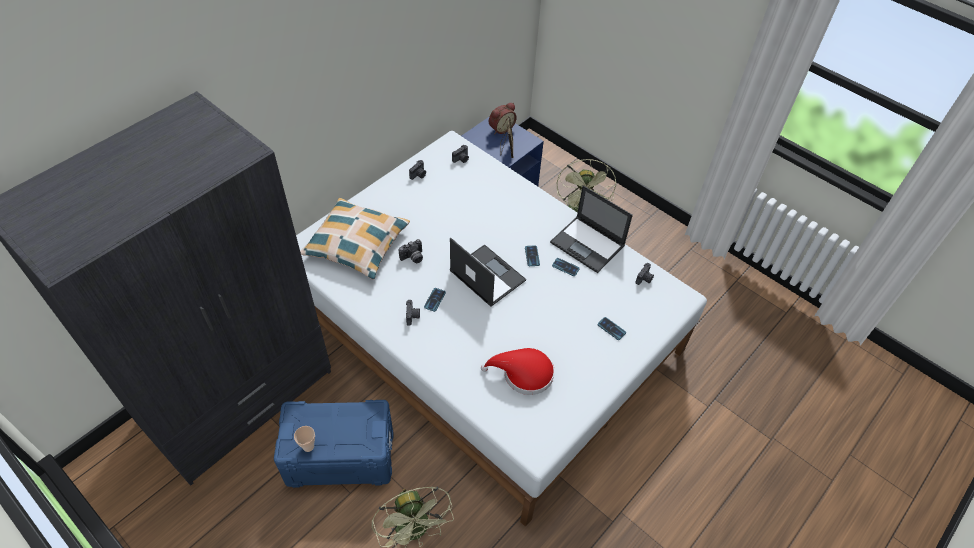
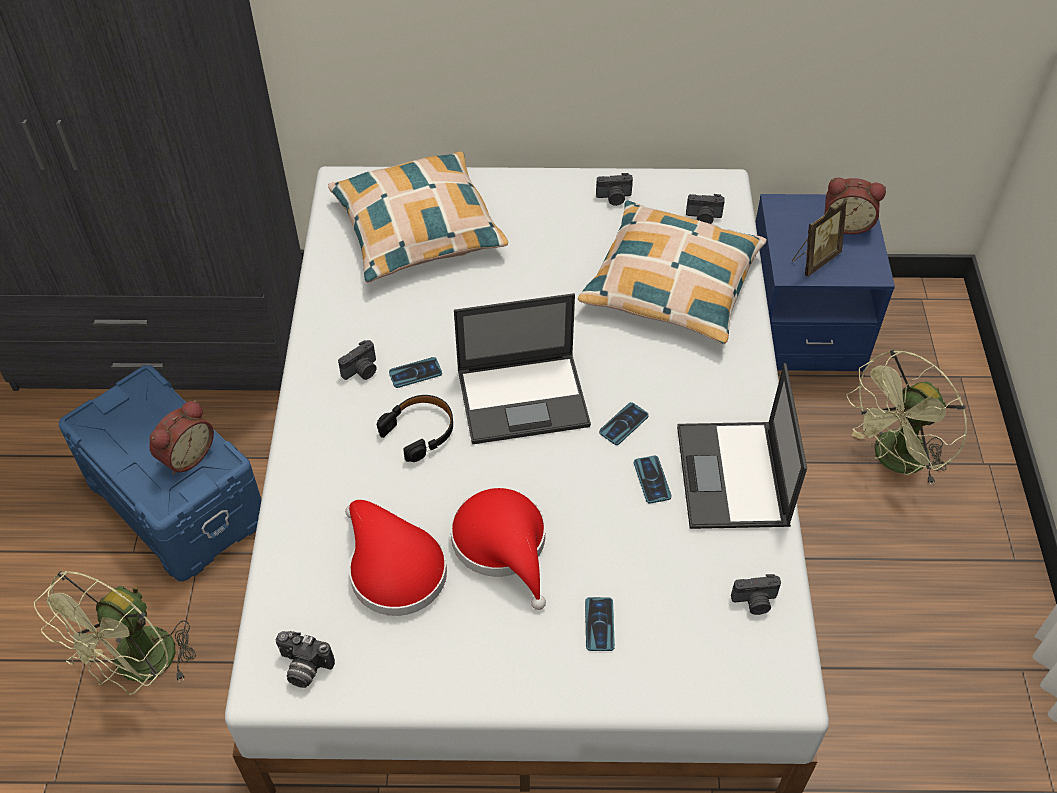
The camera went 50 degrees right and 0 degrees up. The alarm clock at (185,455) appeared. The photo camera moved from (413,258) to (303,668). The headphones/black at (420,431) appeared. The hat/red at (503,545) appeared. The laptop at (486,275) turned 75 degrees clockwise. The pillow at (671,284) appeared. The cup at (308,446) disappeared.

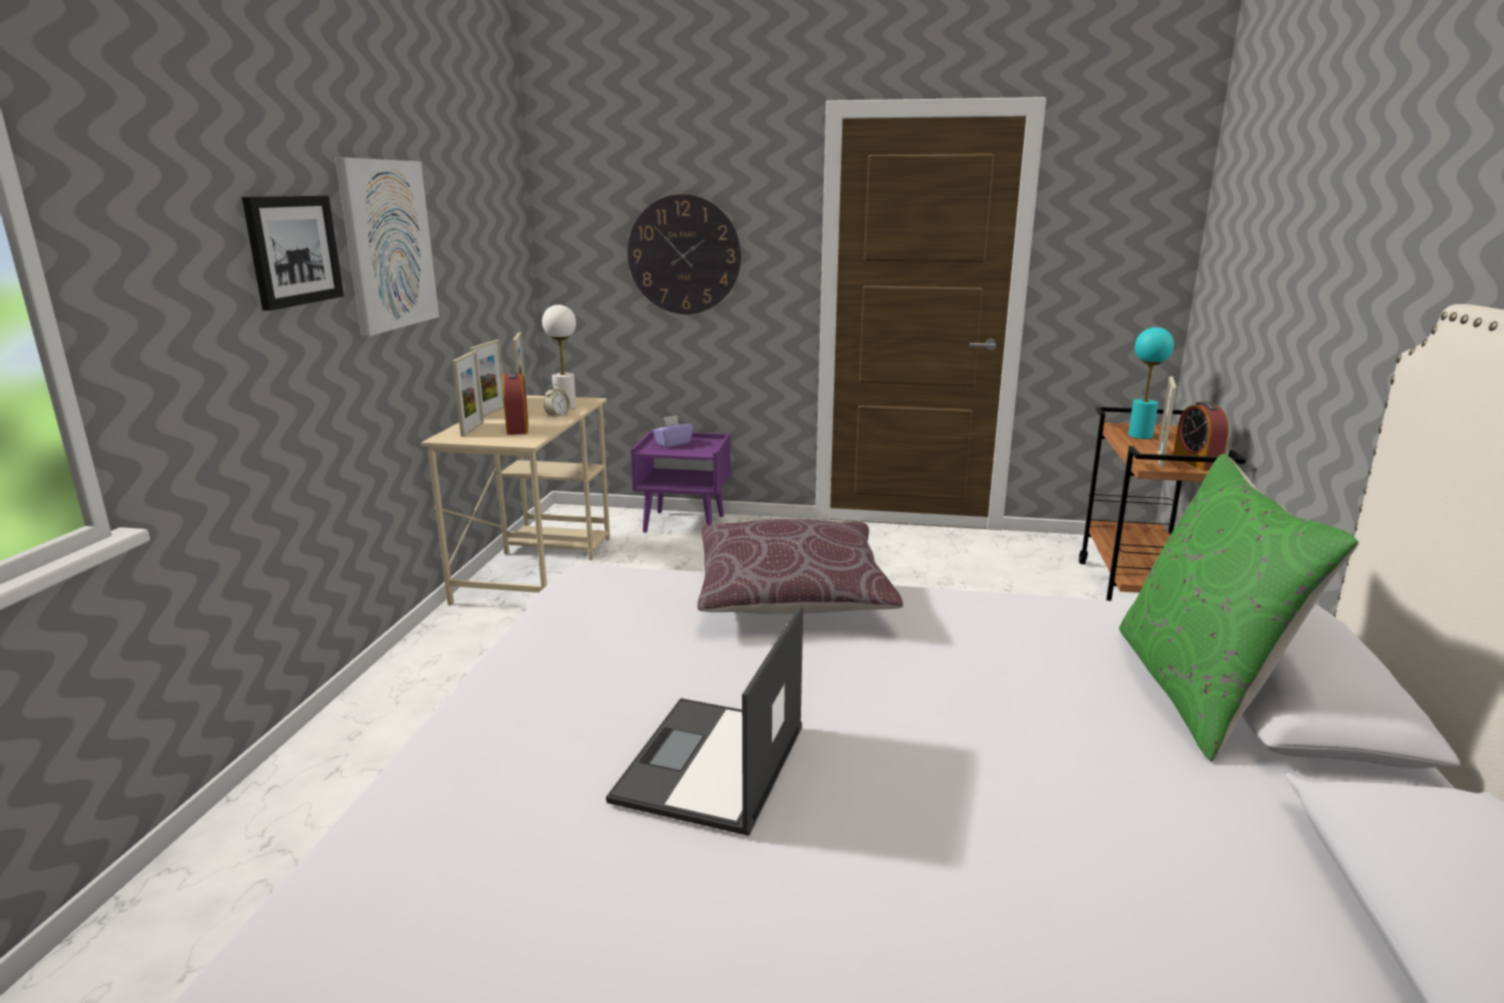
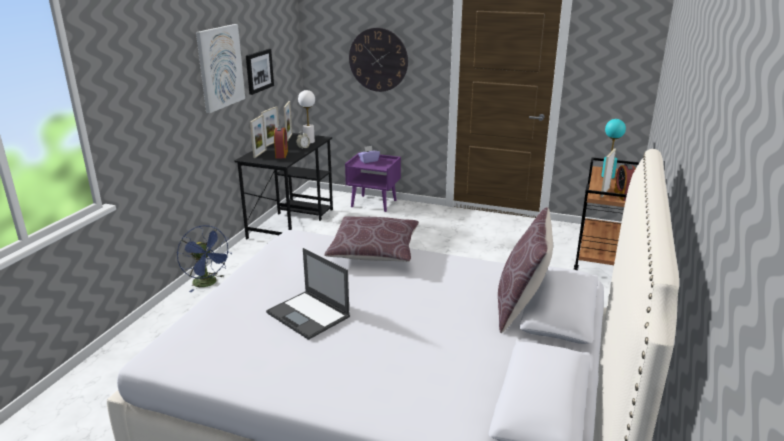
The camera went 10 degrees right and 5 degrees up. The fan/blue at (208,283) appeared. The desk/beige at (536,568) became the desk/black at (292,223). The picture moved from (292,250) to (259,71). The laptop at (710,765) turned 75 degrees counterclockwise. The pillow/green at (1198,690) became the pillow/brown at (520,306).

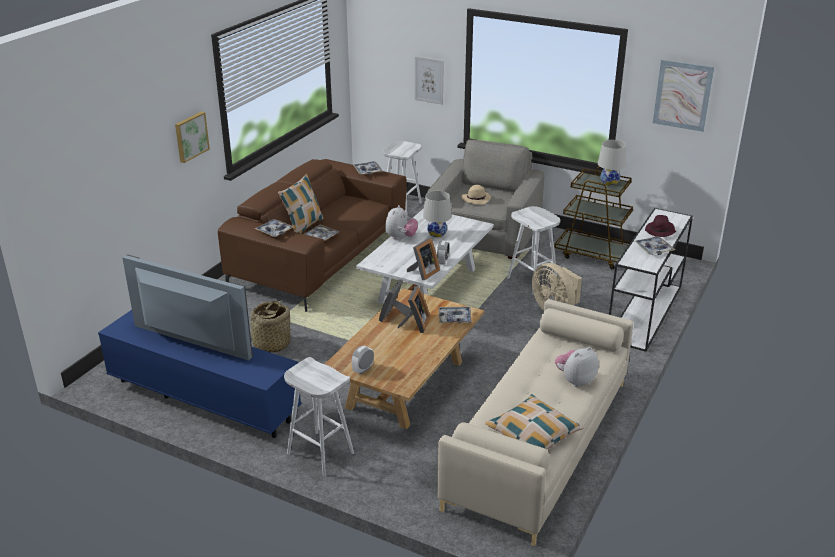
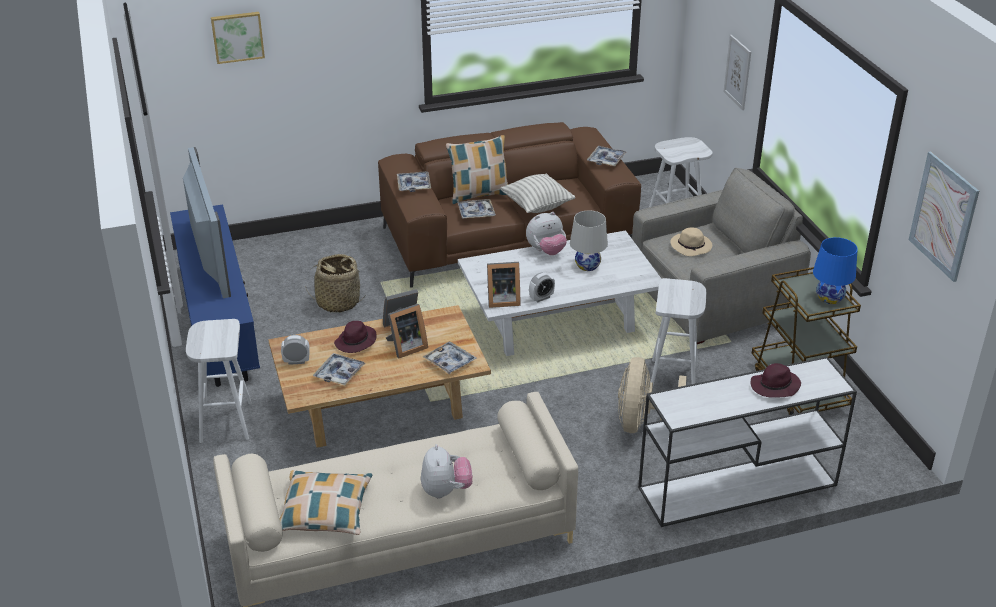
The camera went 45 degrees right and 5 degrees up. The picture moved from (190,136) to (237,36). The tray moved from (654,249) to (339,373). The hat/purple at (355,342) appeared. The plush toy at (575,380) turned 75 degrees clockwise. The pillow at (537,206) appeared. The table lamp/white at (609,182) became the table lamp/blue at (829,298).

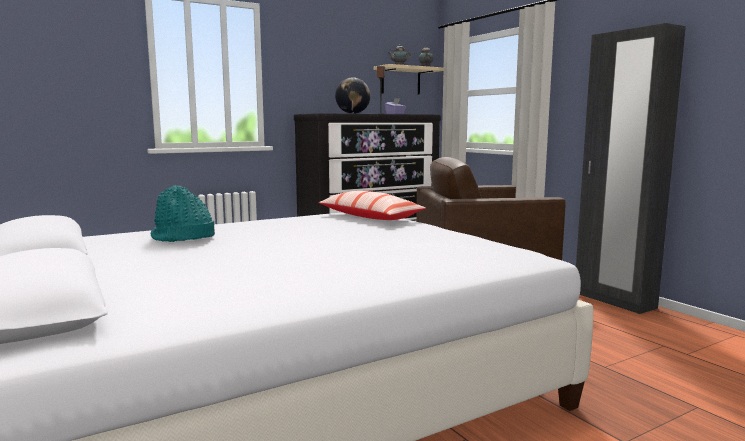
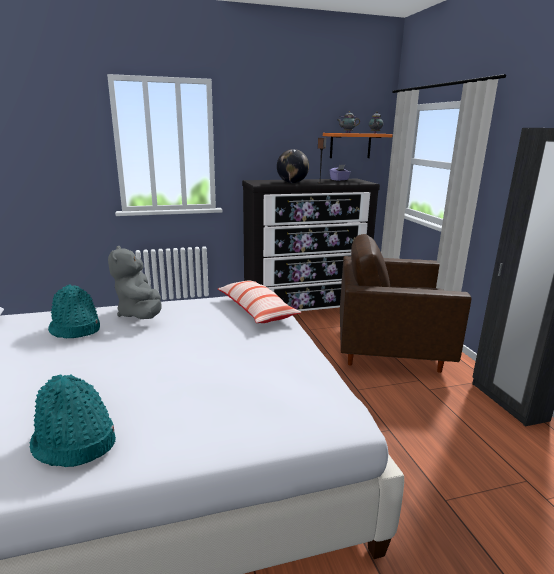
The camera went 15 degrees right and 10 degrees up. The hat/turquoise at (74,443) appeared. The plush toy/grey at (141,314) appeared. The shelf/beige at (400,81) became the shelf/orange at (350,145).

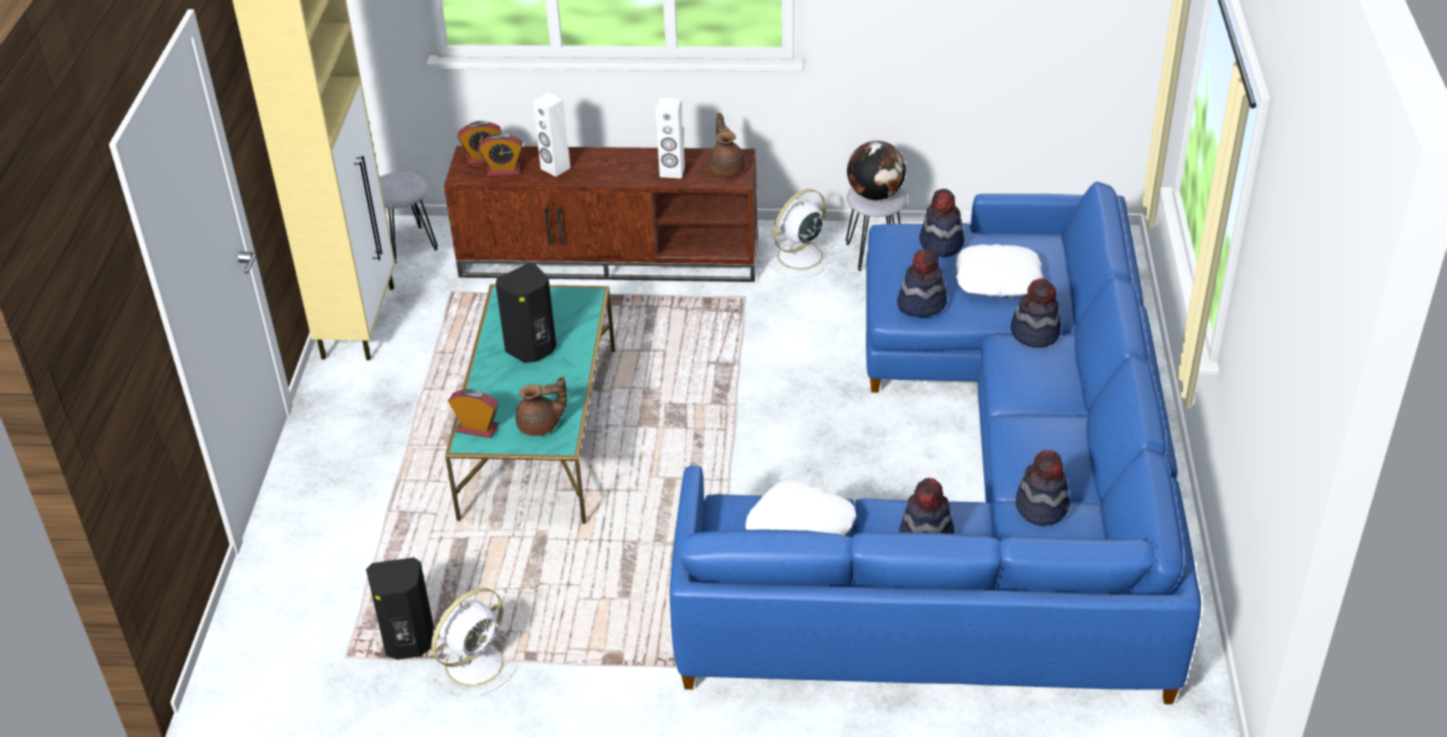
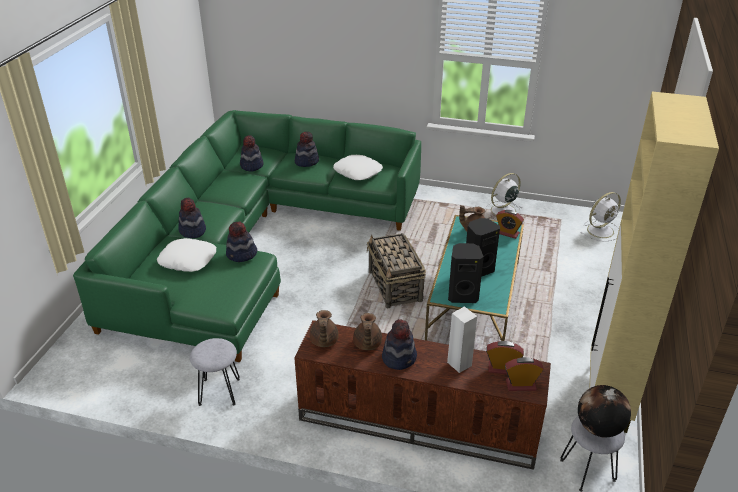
The camera went 170 degrees left and 5 degrees down. The sofa/blue at (980,491) became the sofa/green at (253,240). The speaker/white at (672,172) was replaced by the teapot/brown at (367,344). The basket at (395,287) appeared. The hat moved from (941,243) to (399,358). The speaker/black moved from (407,642) to (462,295). The globe moved from (875,195) to (599,428). The fan/white moved from (798,257) to (601,230).

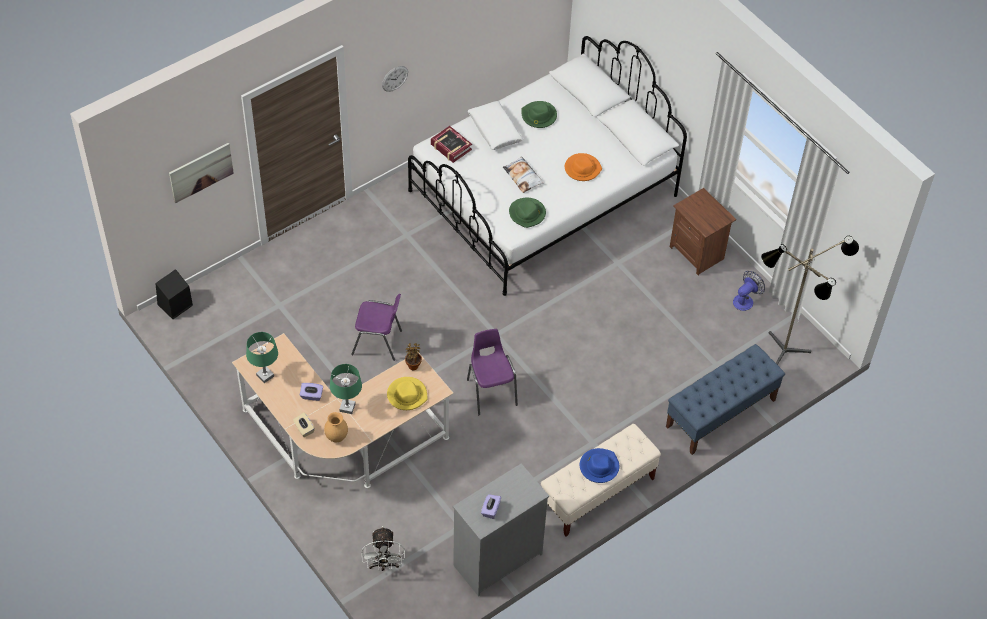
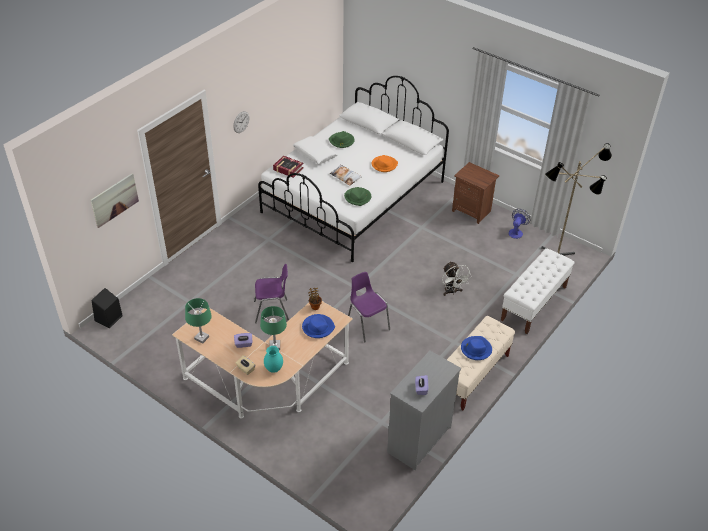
The camera went 15 degrees left and 10 degrees down. The vase/brown at (337,437) became the vase/turquoise at (274,369). The hat/yellow at (407,395) became the hat/blue at (318,327). The fan/white moved from (384,565) to (452,292). The bench/blue at (720,413) became the bench/white at (534,303).

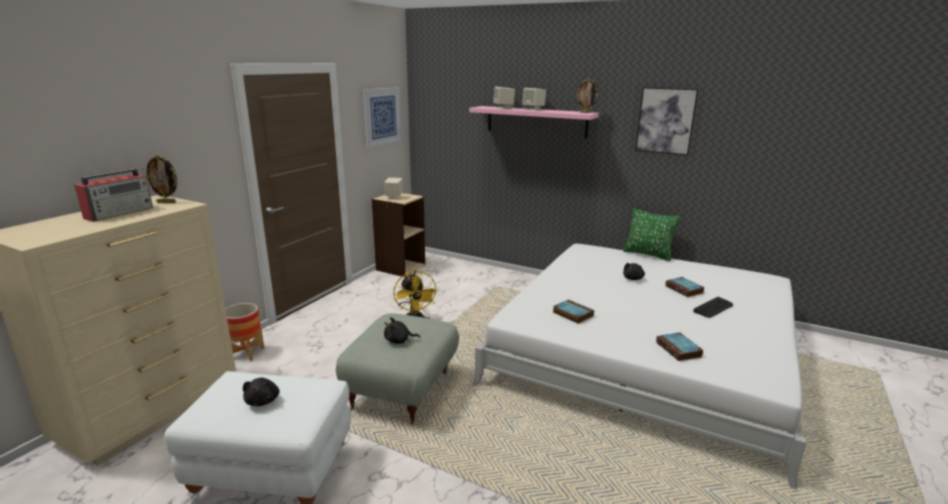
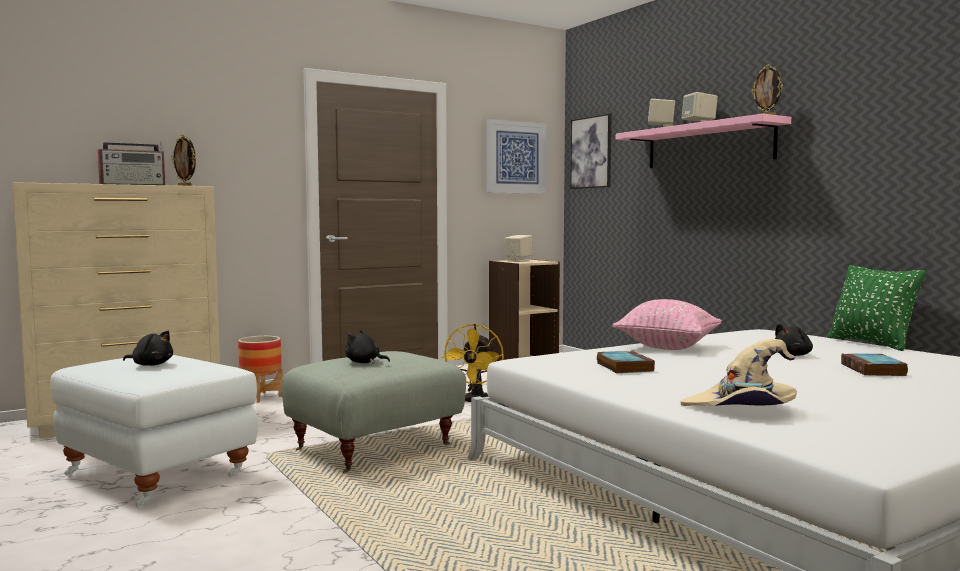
The camera went 30 degrees right and 15 degrees down. The plush toy/black at (263,400) turned 105 degrees counterclockwise. The picture moved from (665,121) to (591,152). The pillow/pink at (667,347) appeared. The book at (679,350) was replaced by the hat/beige at (742,409). The keyboard at (713,308) disappeared.

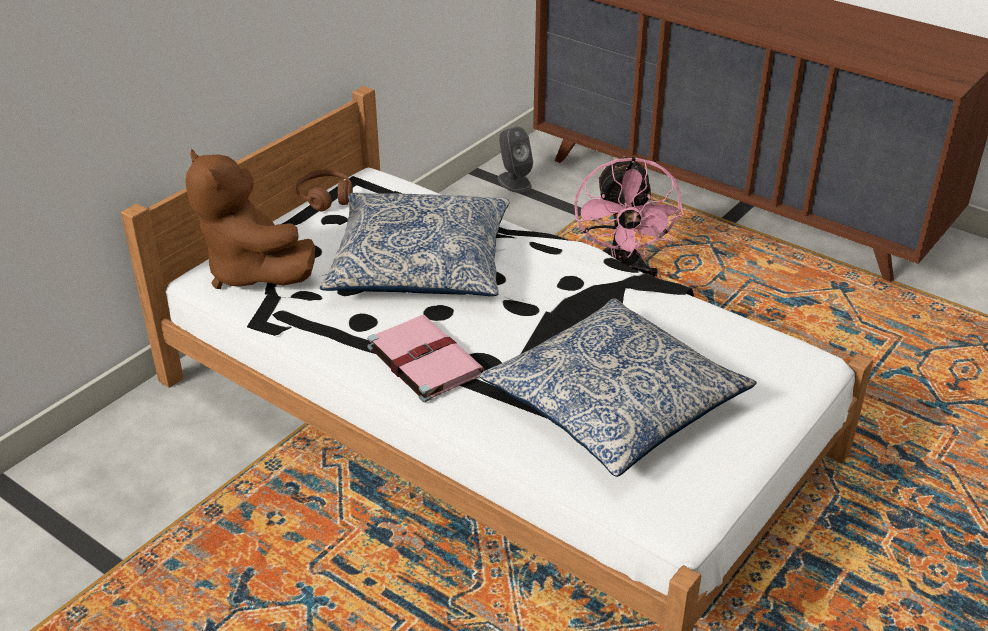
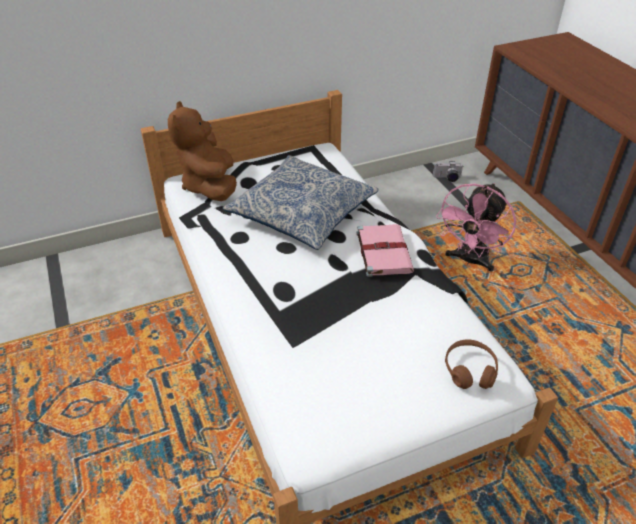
The camera went 30 degrees right and 5 degrees up. The book/pink moved from (423,359) to (383,251). The speaker/grey at (514,182) was replaced by the photo camera at (447,178). The headphones/brown moved from (325,198) to (469,370). The pillow at (614,403) disappeared.

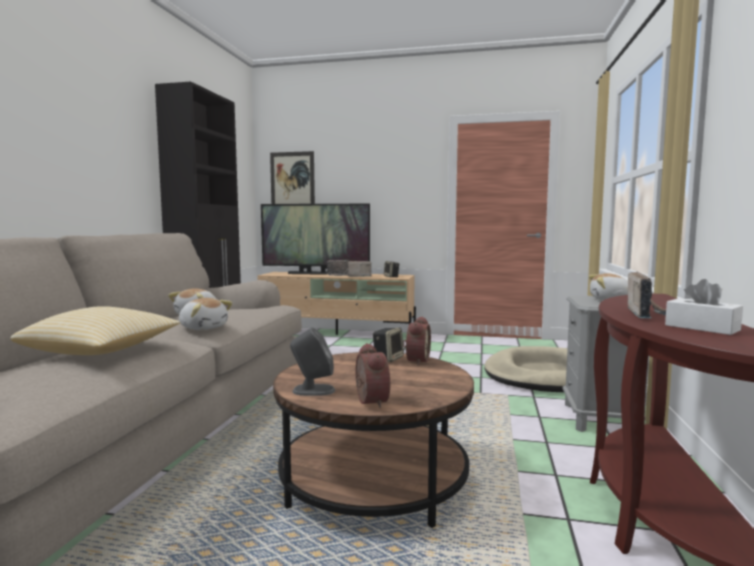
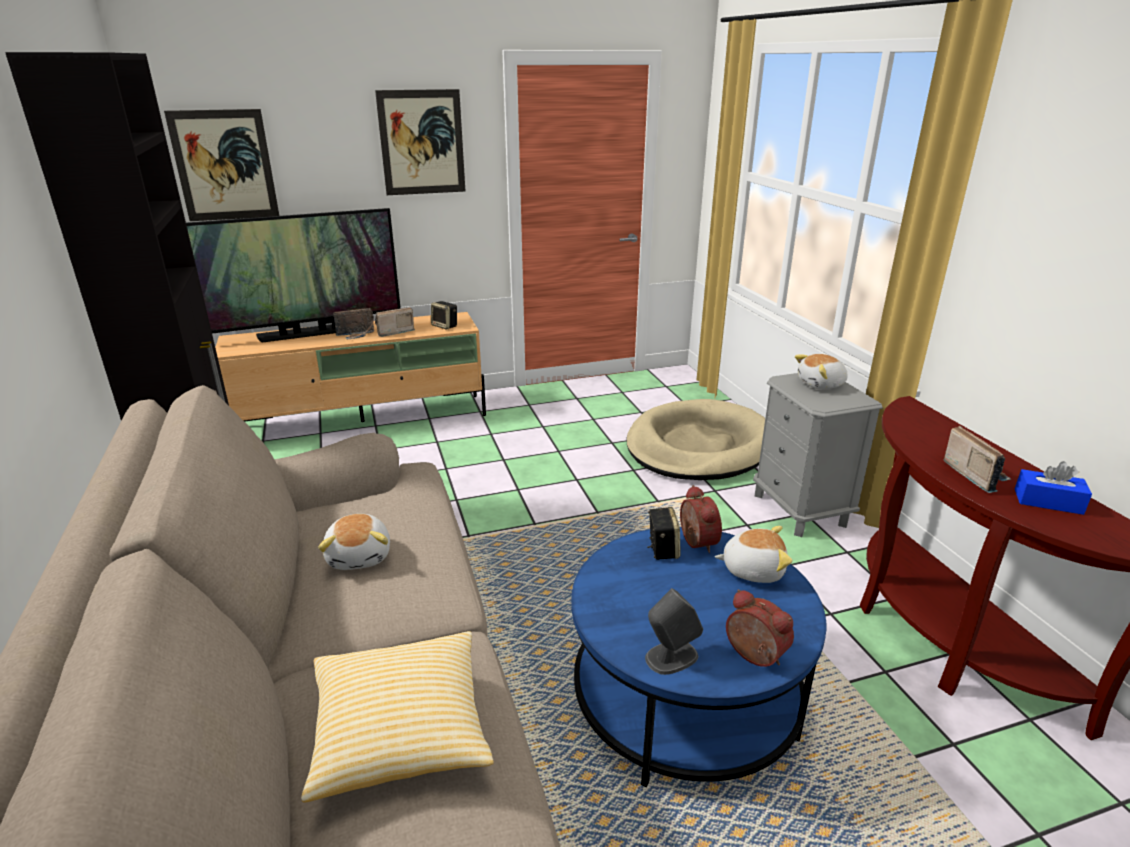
The camera went 30 degrees left and 20 degrees up. The picture at (422,143) appeared. The coffee table/brown at (373,480) became the coffee table/blue at (685,697). The plush toy moved from (203,328) to (752,569). The tissue box/white at (702,328) became the tissue box/blue at (1048,501).

